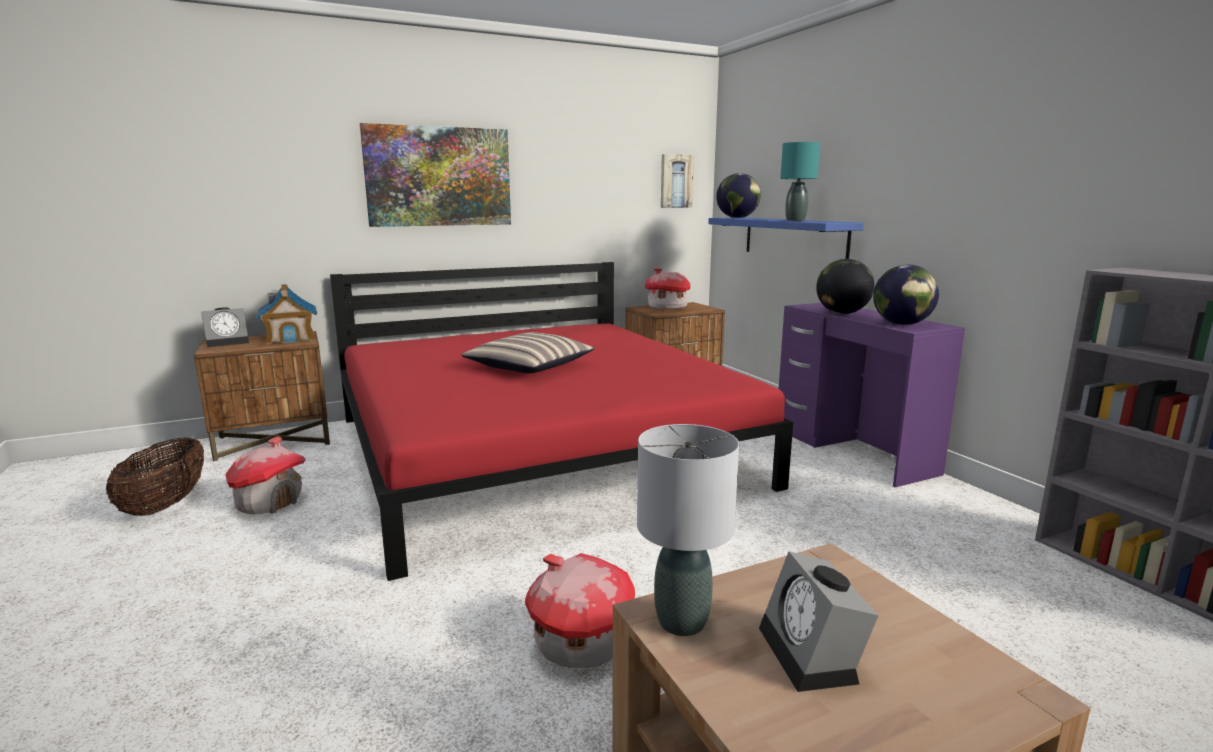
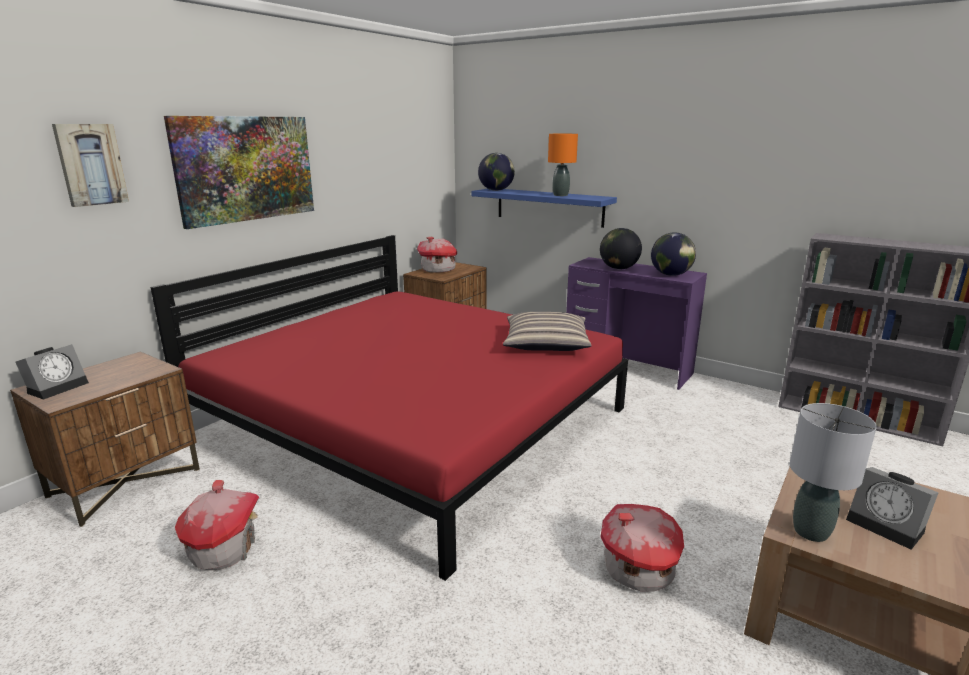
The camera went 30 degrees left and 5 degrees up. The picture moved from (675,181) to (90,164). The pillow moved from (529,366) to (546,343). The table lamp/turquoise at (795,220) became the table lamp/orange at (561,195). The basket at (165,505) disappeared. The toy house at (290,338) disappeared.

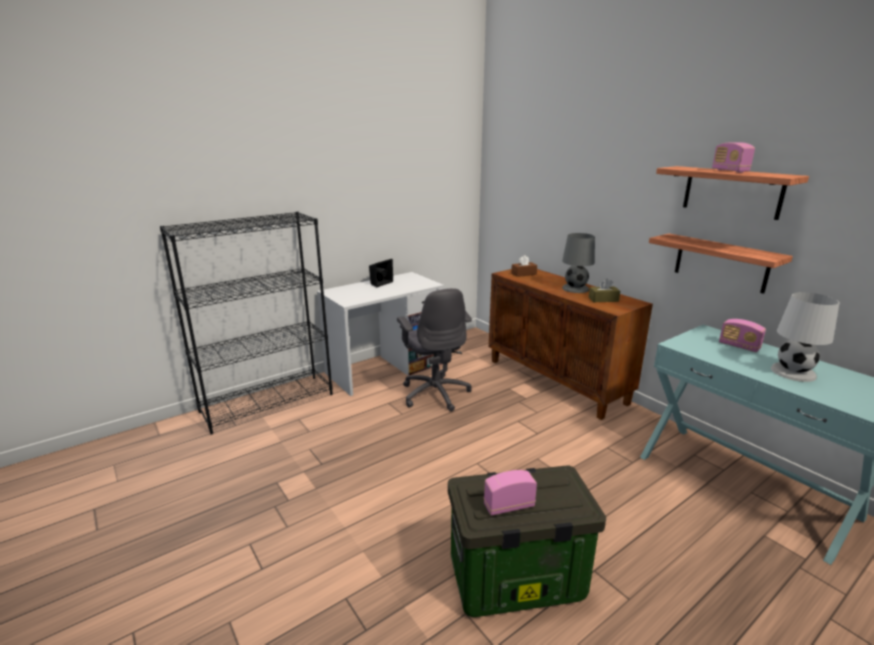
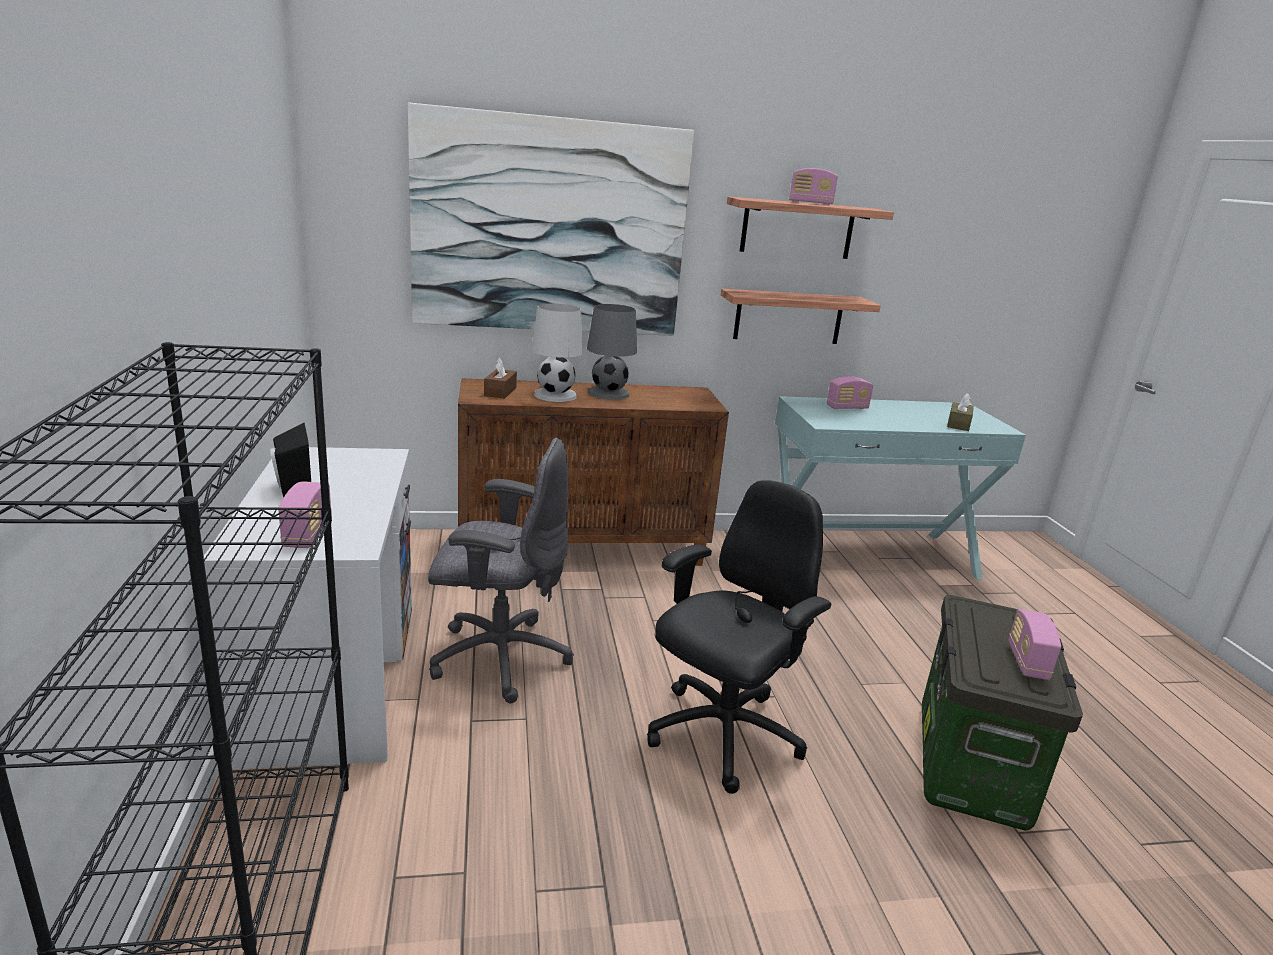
The camera went 65 degrees left and 0 degrees up. The radio at (308,535) appeared. The picture at (550,227) appeared. The table lamp/white moved from (793,372) to (555,395). The office chair/black at (721,736) appeared. The tissue box/brown moved from (603,299) to (958,424).

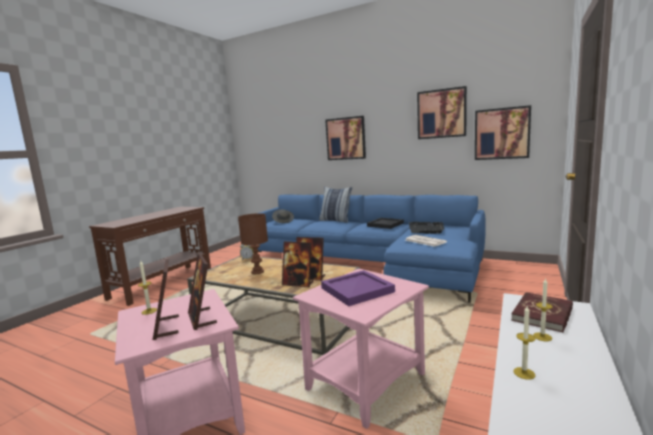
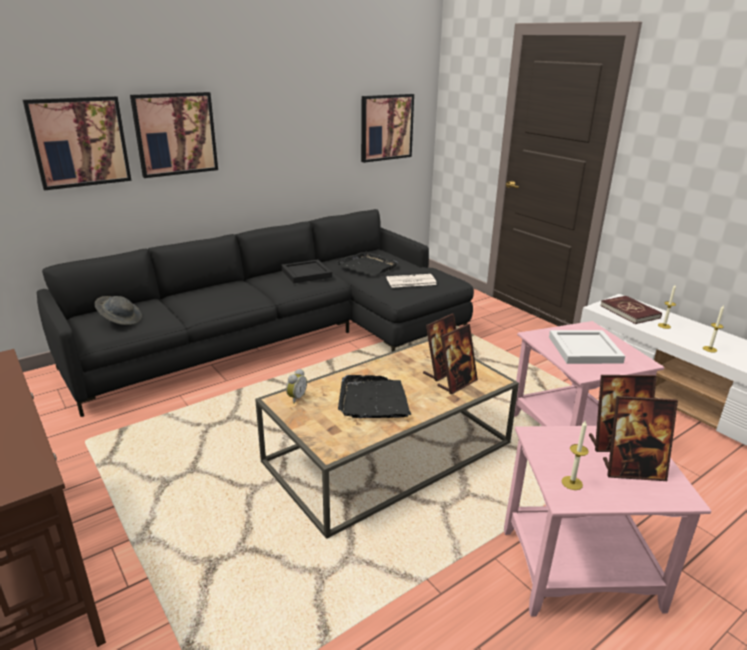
The camera went 65 degrees left and 15 degrees up. The picture moved from (441,113) to (79,142). The sofa/blue at (369,263) became the sofa/black at (285,337). The table lamp/brown at (258,272) was replaced by the tray/black at (373,400). The tray/purple at (356,290) became the tray/white at (584,350). The pillow at (336,220) disappeared.

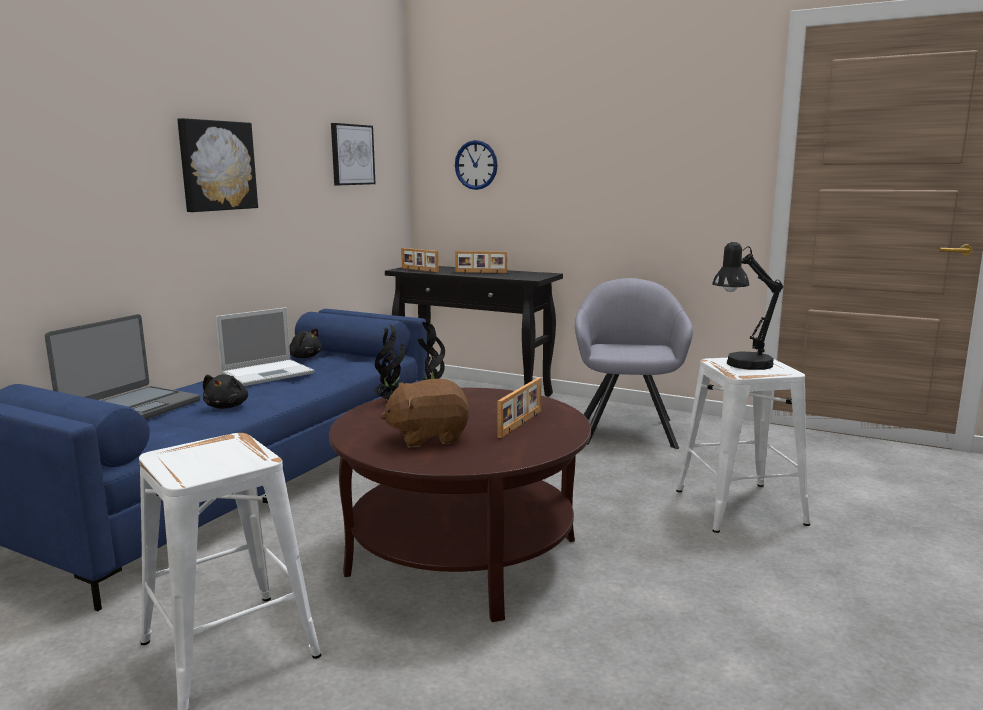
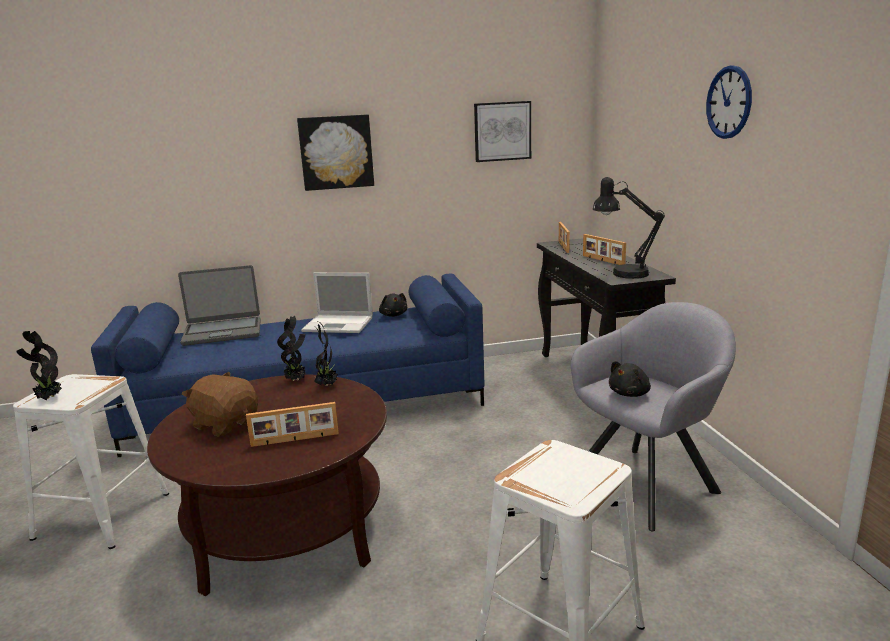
The camera went 50 degrees right and 5 degrees up. The potted plant at (48,399) appeared. The table lamp/black moved from (742,365) to (622,273). The plush toy/black moved from (227,406) to (630,393). The wall clock moved from (476,165) to (729,102).

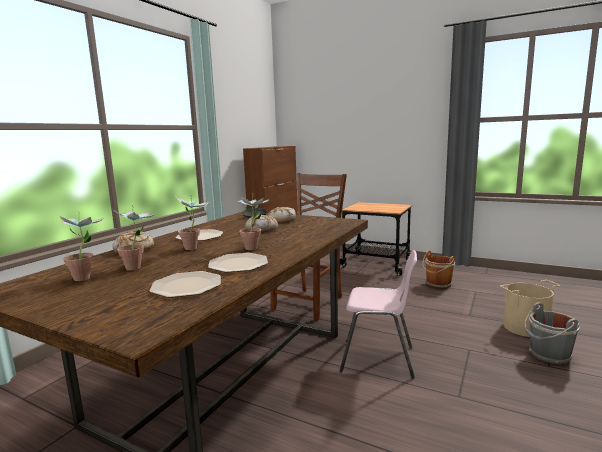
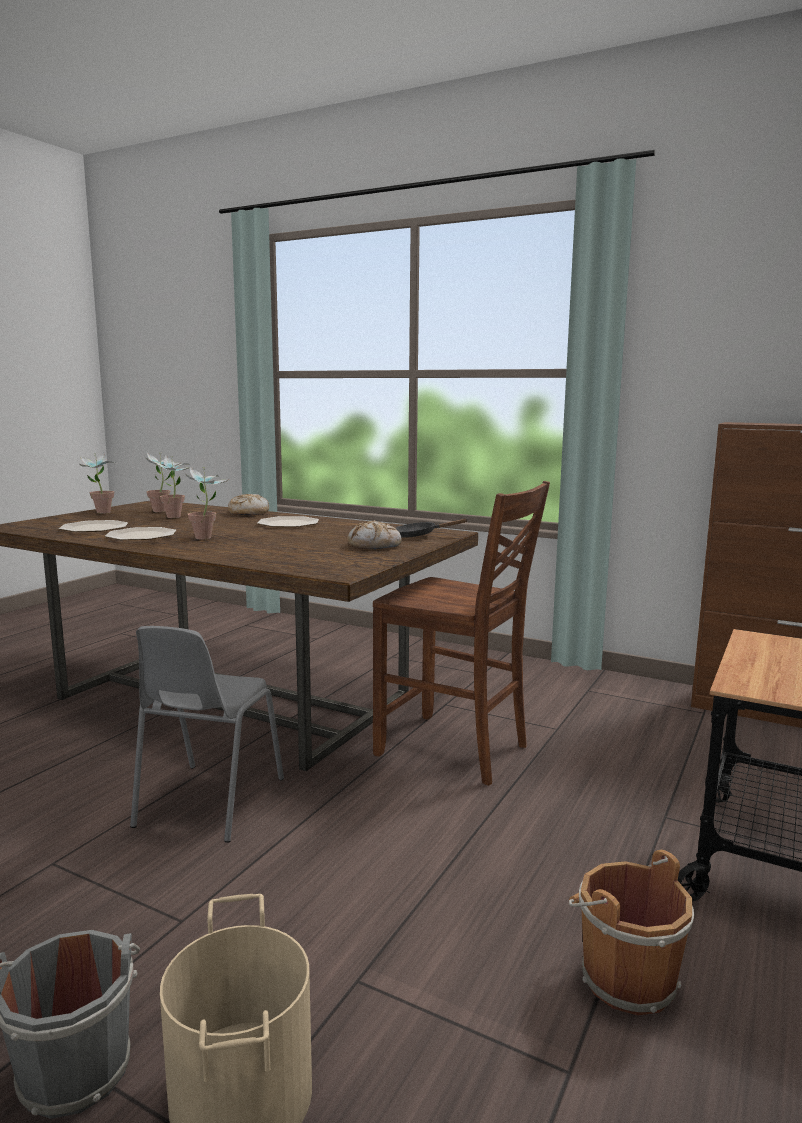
The camera went 90 degrees right and 0 degrees up. The potted plant moved from (195,248) to (100,513). The chair/pink at (378,359) became the chair/grey at (208,802). The bread at (262,229) disappeared.

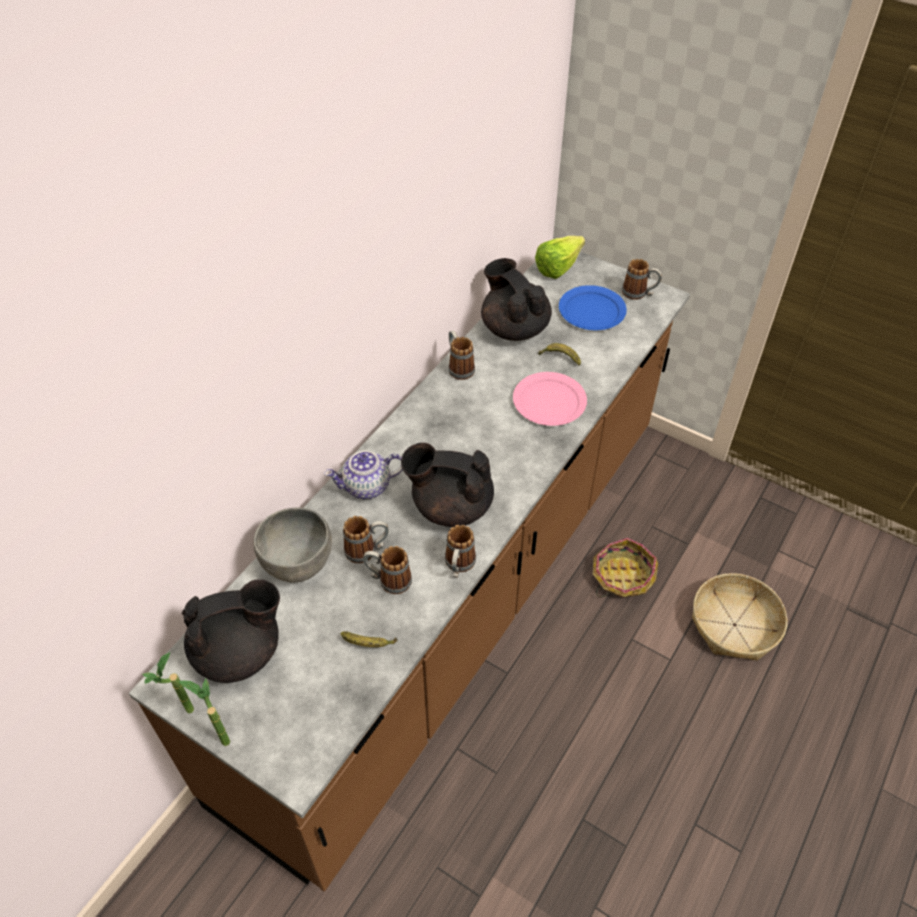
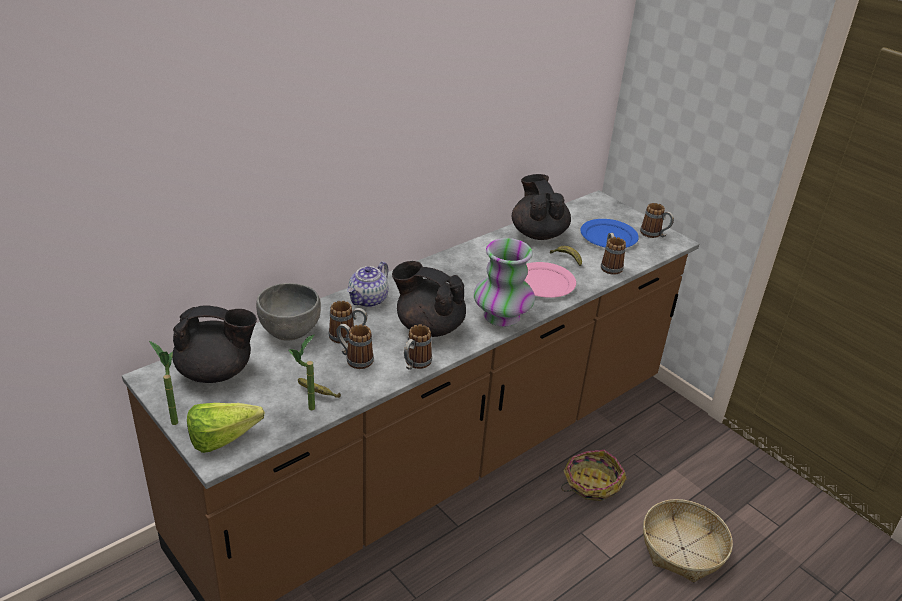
The camera went 15 degrees right and 15 degrees down. The lettuce moved from (562,266) to (229,438). The potted plant moved from (183,716) to (305,410). The teapot at (366,487) turned 60 degrees counterclockwise. The vase at (501,316) appeared. The mug moved from (459,367) to (609,266).

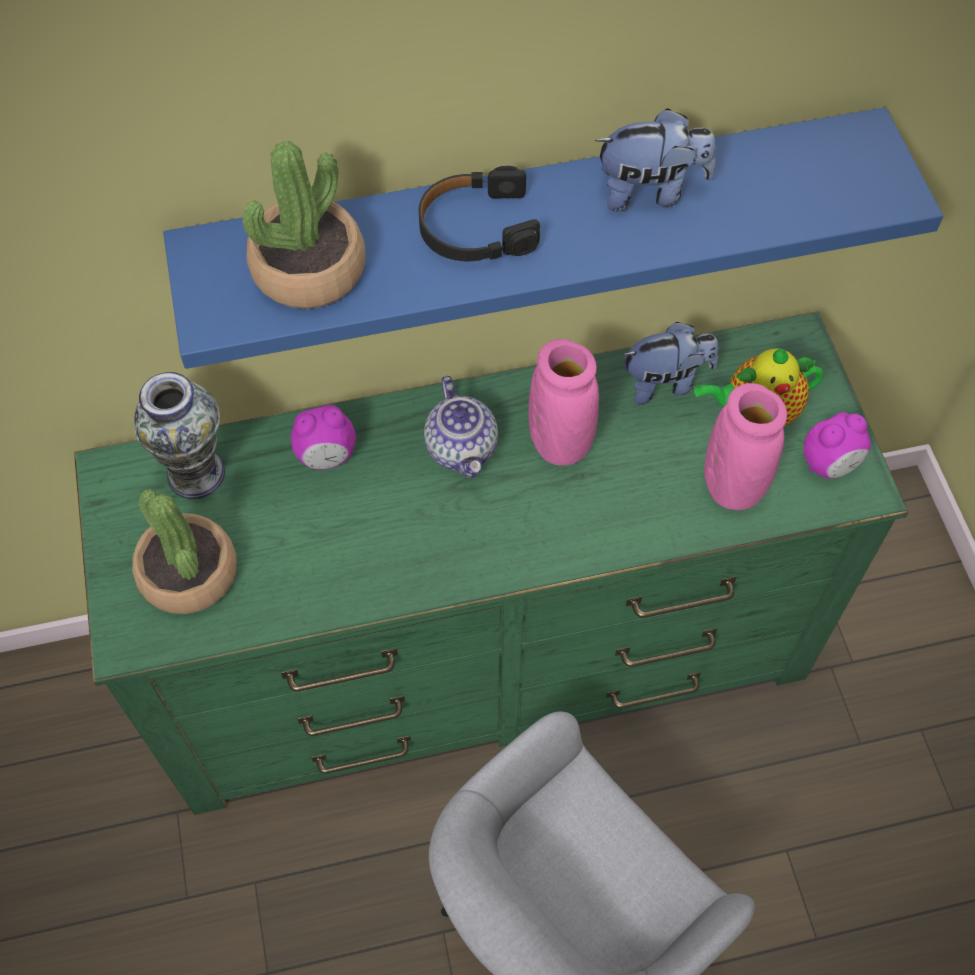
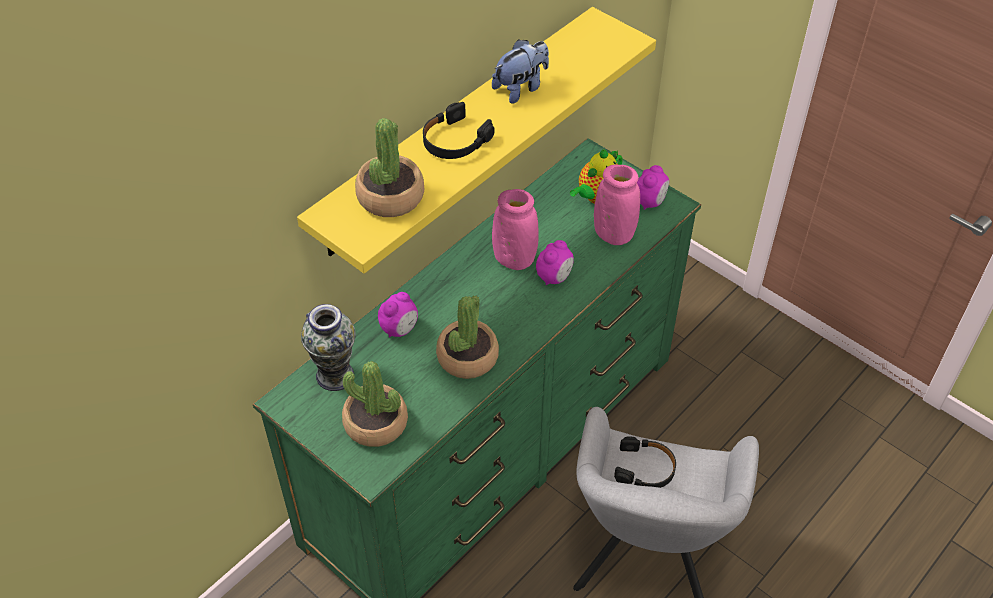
The camera went 35 degrees left and 10 degrees down. The shelf/blue at (534,211) became the shelf/yellow at (458,130). The potted plant at (467,357) appeared. The alarm clock at (554,277) appeared. The headphones/black at (645,468) appeared. The teapot at (463,449) disappeared. The plush toy at (665,383) disappeared.

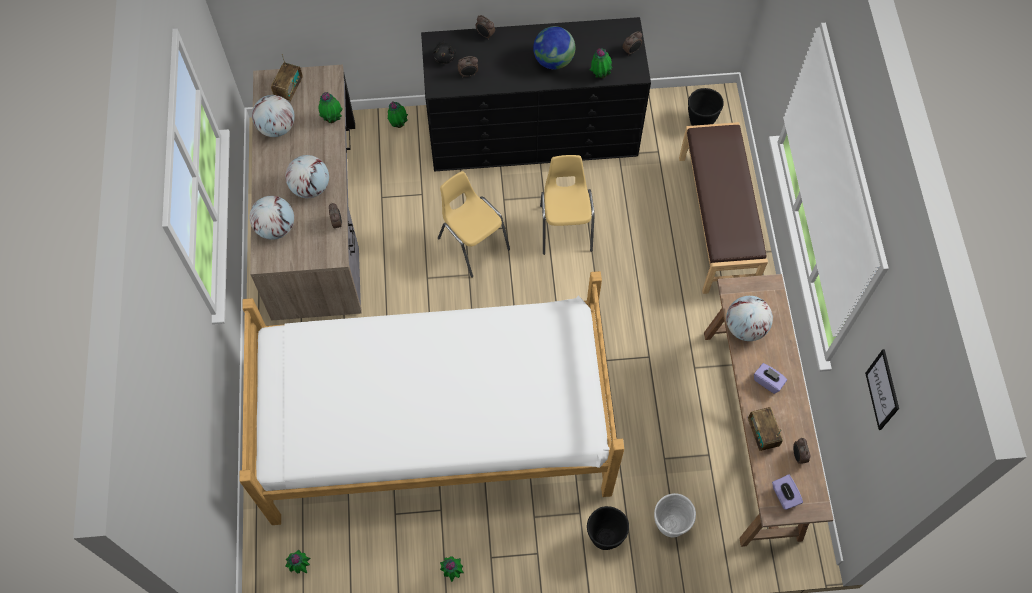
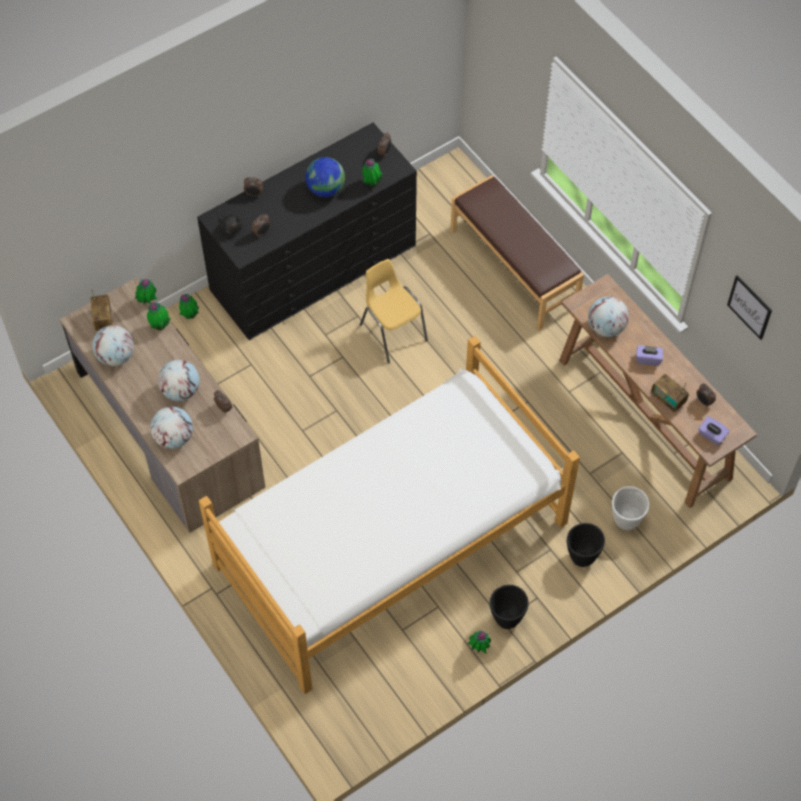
The camera went 30 degrees left and 5 degrees down. The potted plant moved from (300,566) to (147,302). The planter/black moved from (700,123) to (506,619). The chair/yellow at (473,243) disappeared.

